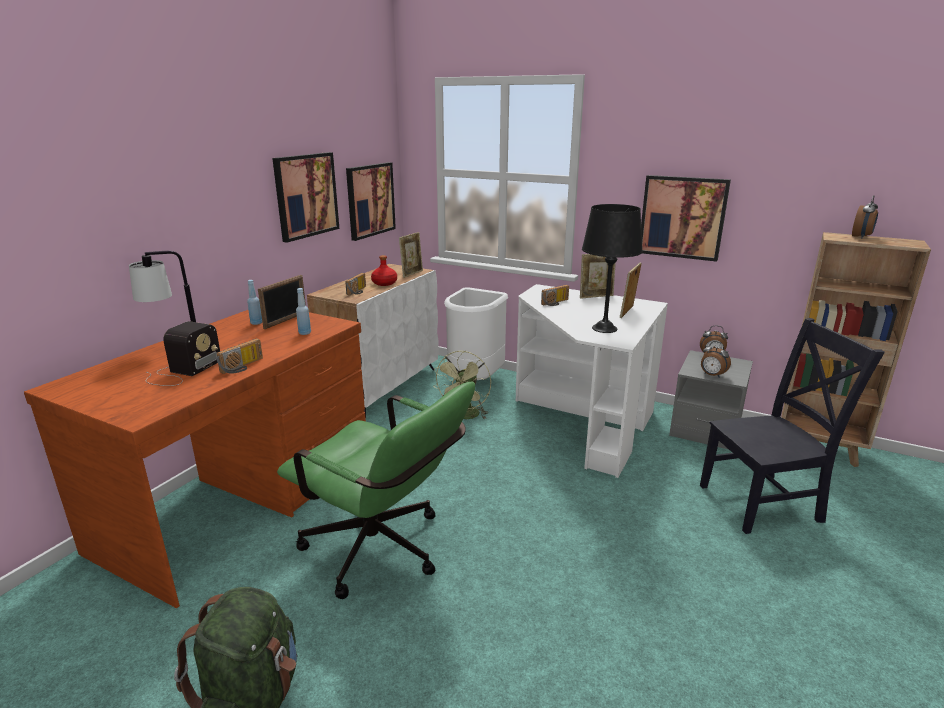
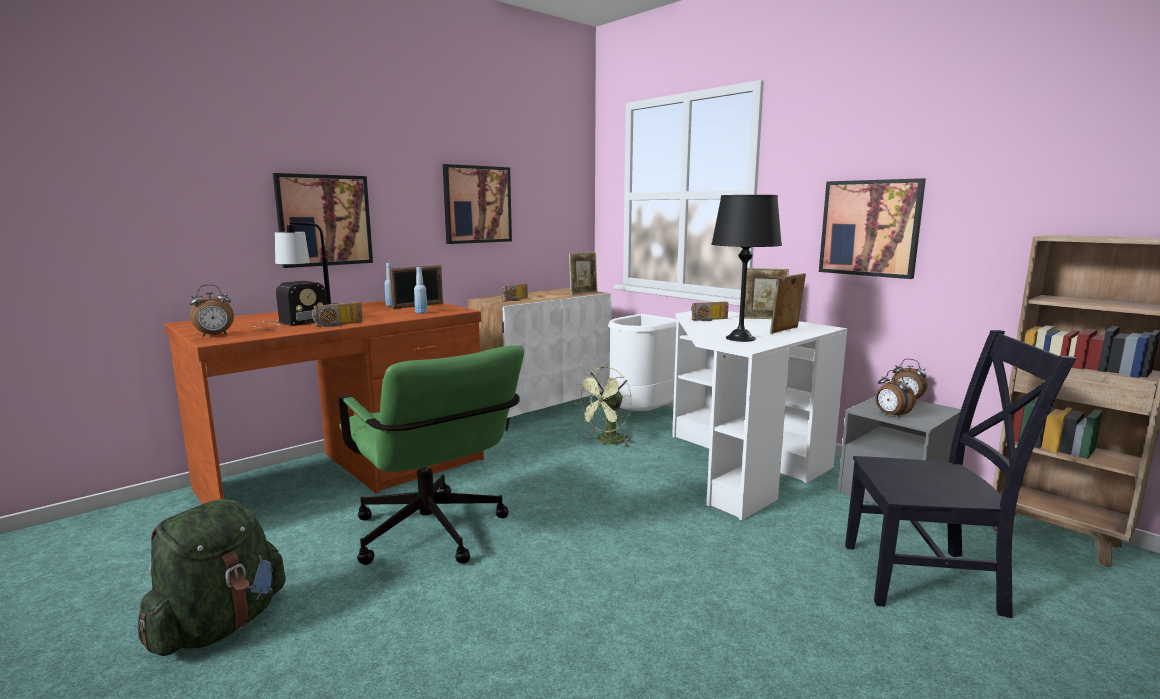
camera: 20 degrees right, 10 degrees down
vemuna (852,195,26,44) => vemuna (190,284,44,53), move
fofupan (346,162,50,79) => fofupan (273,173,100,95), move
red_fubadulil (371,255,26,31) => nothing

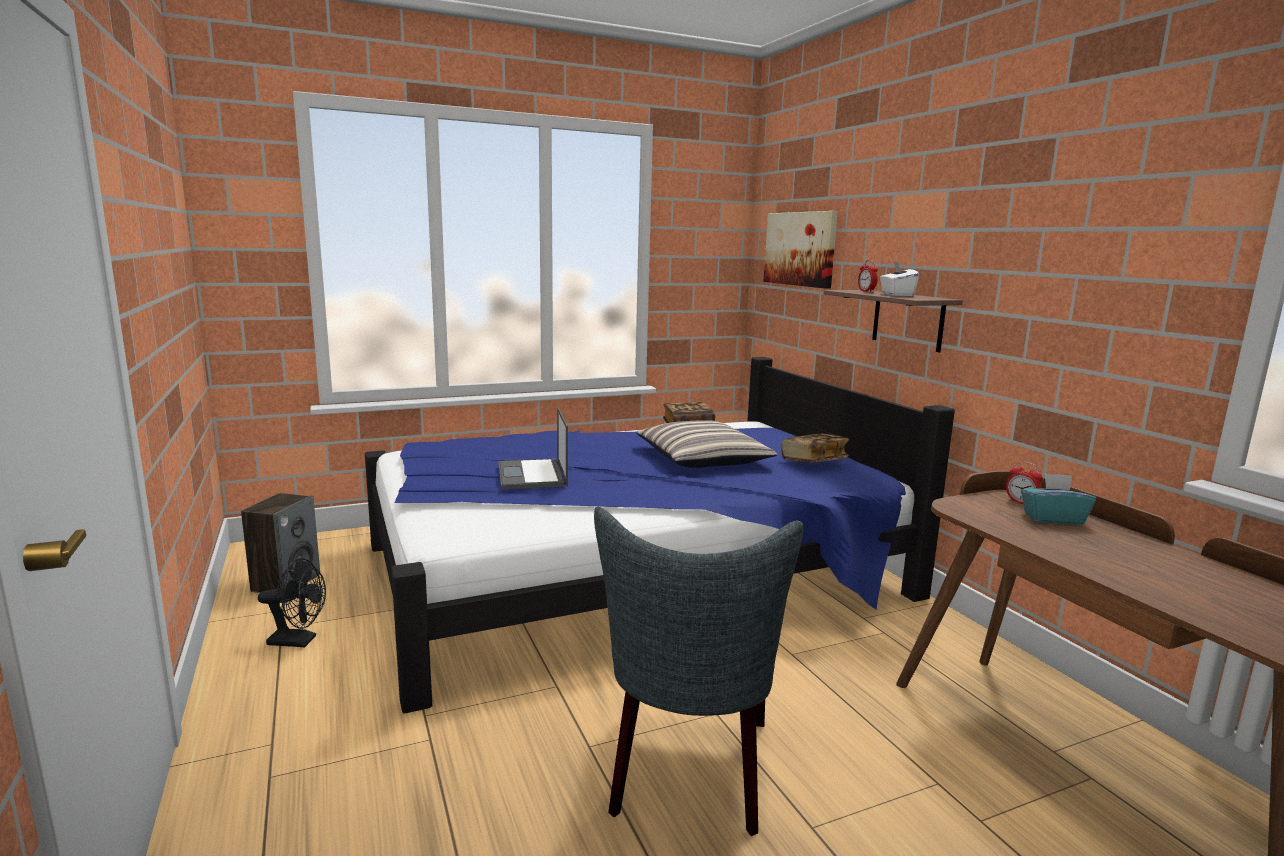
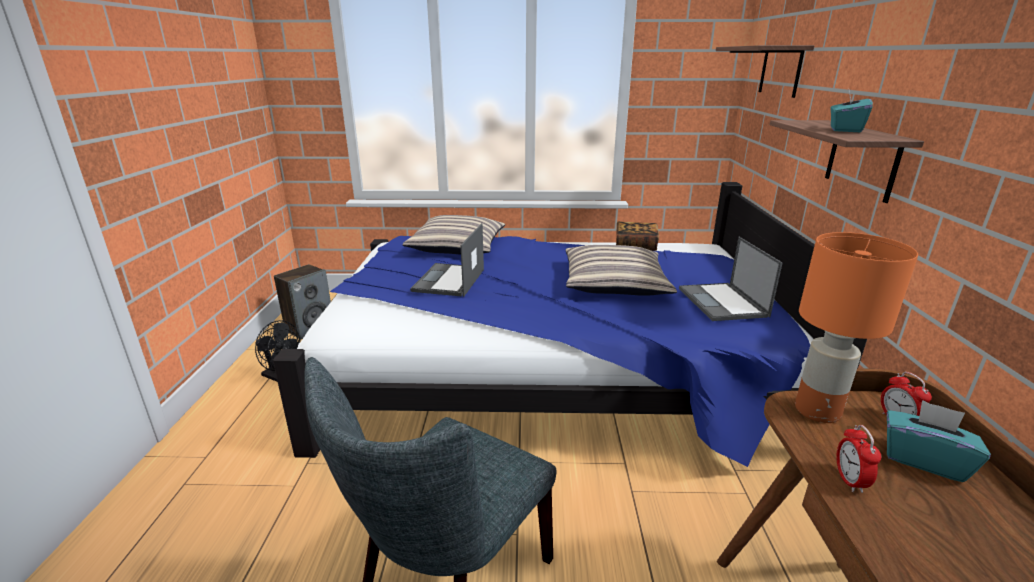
camera: 25 degrees right, 10 degrees up
nothing => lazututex (402,215,103,40)
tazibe (782,433,67,30) => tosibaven (679,237,103,84)
fofupan (764,211,74,78) => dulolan (716,45,98,53)
nothing => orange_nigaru (795,232,123,191)
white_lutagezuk (880,261,39,35) => turquoise_lutagezuk (830,90,43,42)
vemuna (858,260,20,32) => vemuna (836,425,45,68), move

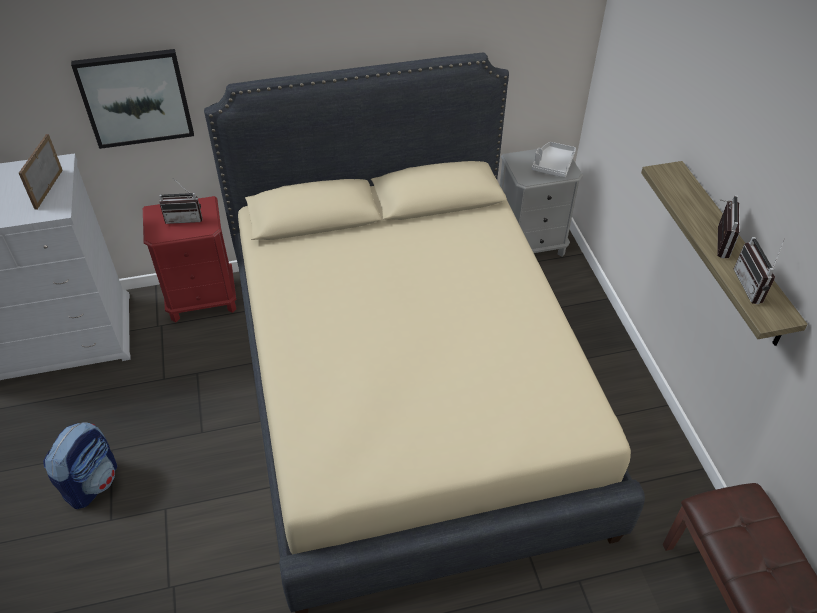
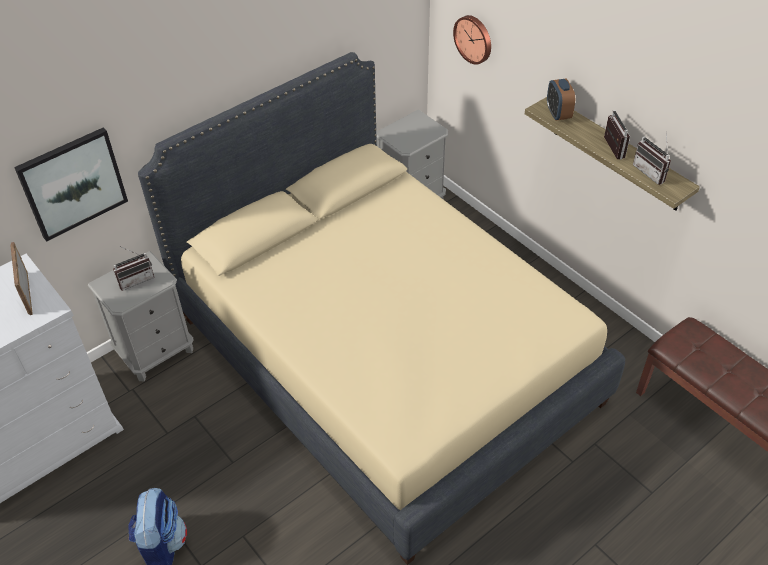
camera: 25 degrees left, 0 degrees up
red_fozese (143,196,93,126) => grey_fozese (88,251,106,130)
nothing => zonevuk (453,15,38,50)
nothing => vemuna (547,79,28,42)
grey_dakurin (532,142,44,35) => nothing

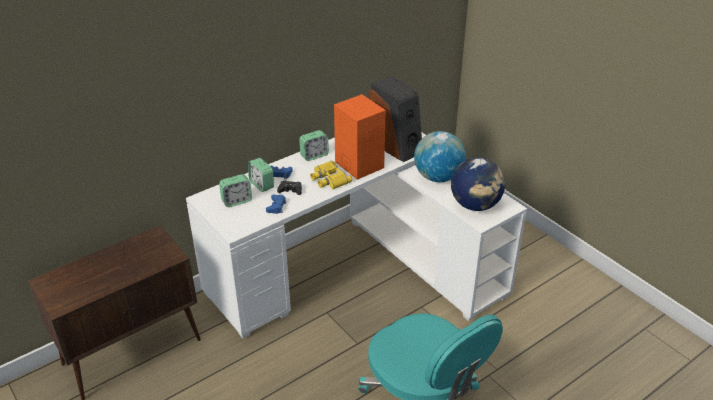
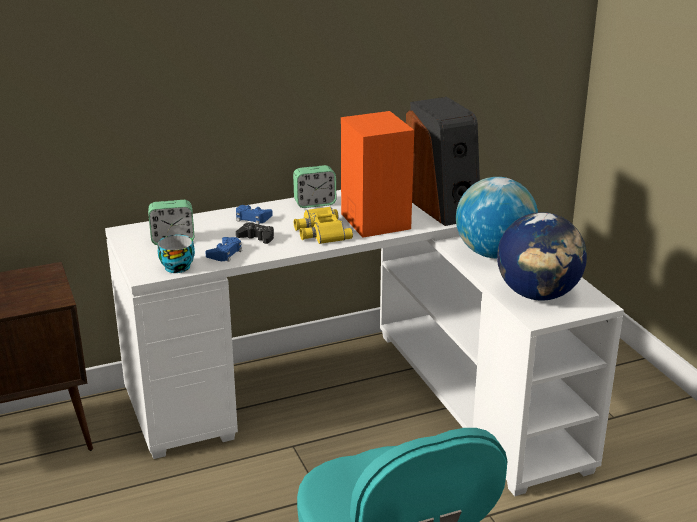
camera: 15 degrees right, 10 degrees down
nothing => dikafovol (158,235,37,38)
vemuna (248,158,26,34) => nothing

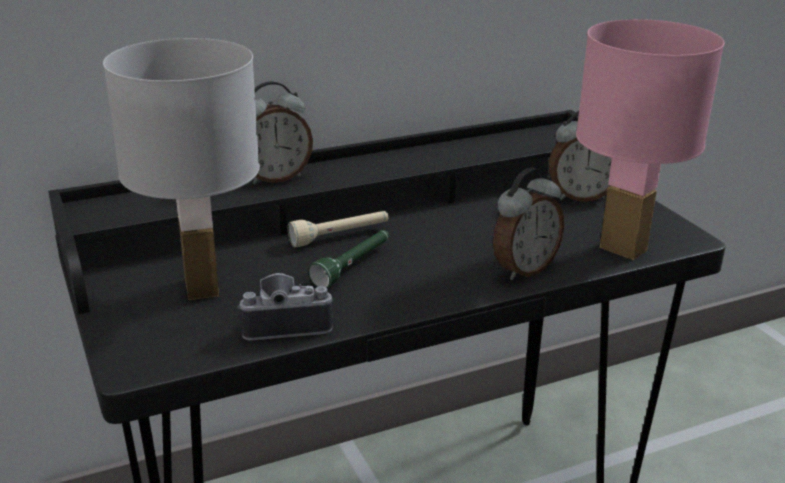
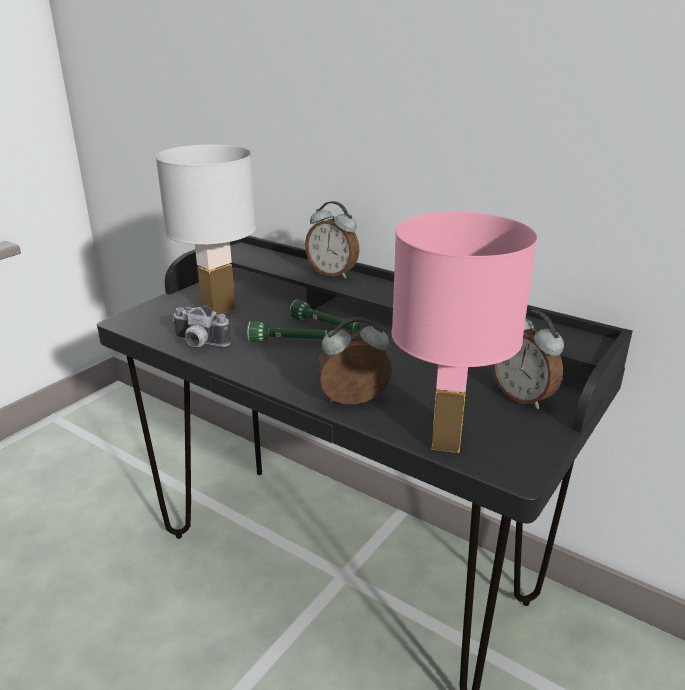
camera: 60 degrees right, 0 degrees up
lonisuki (238,273,95,68) => lonisuki (172,306,59,41), 150 degrees clockwise
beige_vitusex (288,211,100,36) => green_vitusex (289,300,71,31)
vemuna (493,168,72,113) => vemuna (317,317,75,87), 150 degrees clockwise

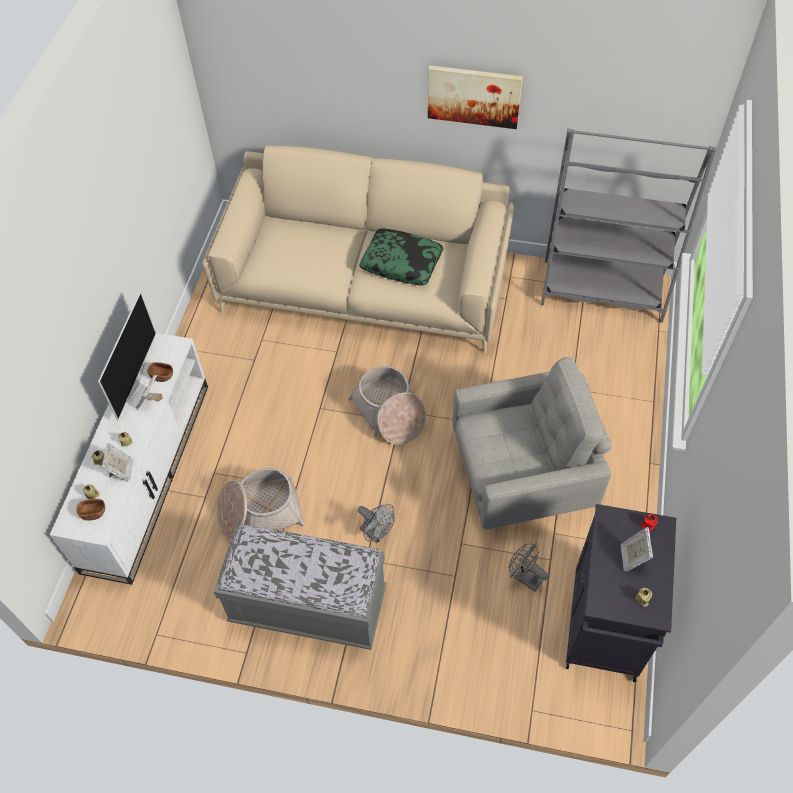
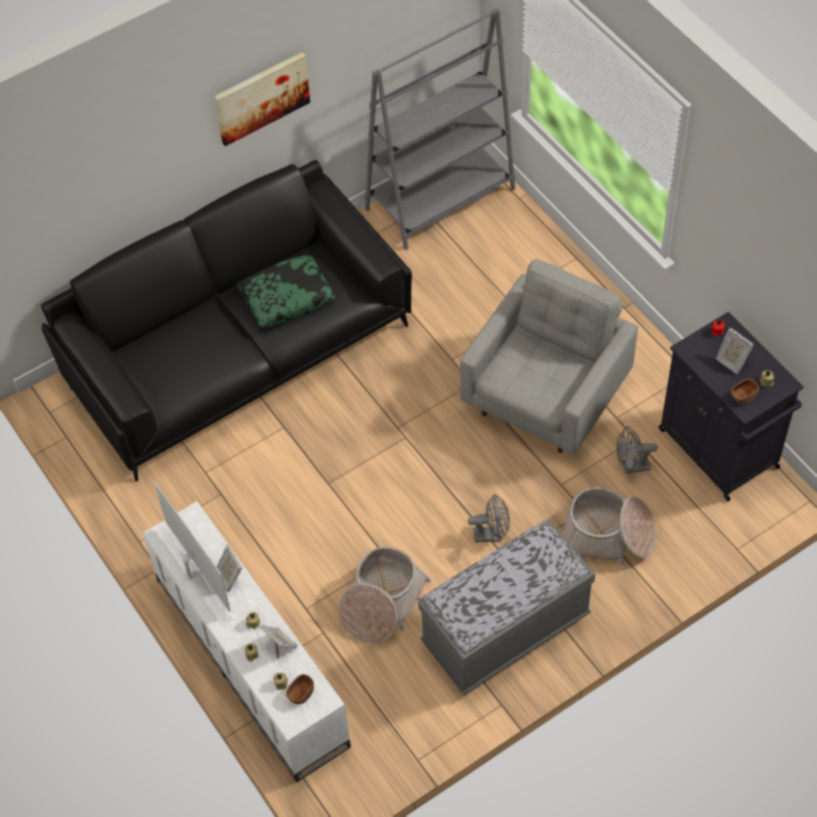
camera: 45 degrees left, 0 degrees up
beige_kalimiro (202,145,312,208) => black_kalimiro (41,160,371,321)
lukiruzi (348,366,78,79) => lukiruzi (563,487,93,79), move
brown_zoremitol (147,362,26,20) => brown_zoremitol (731,379,28,25), move

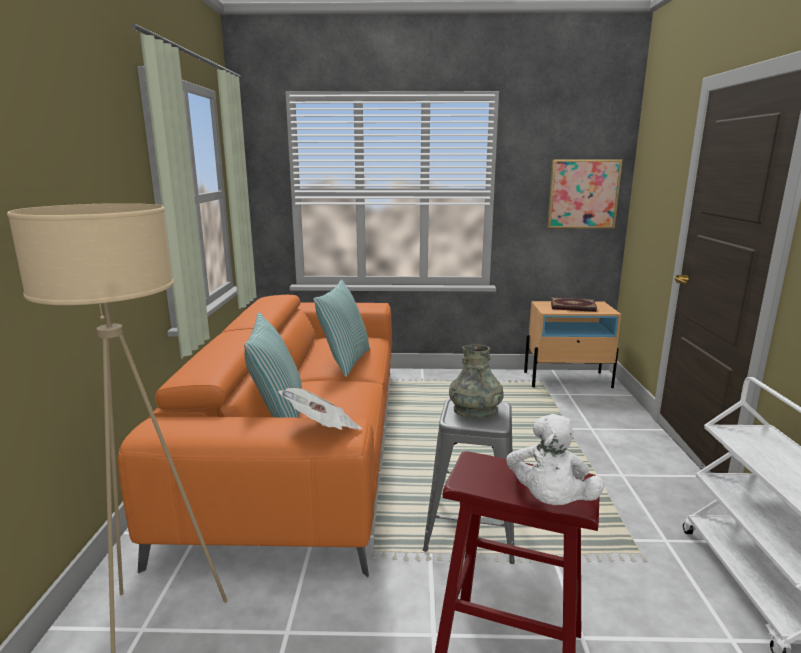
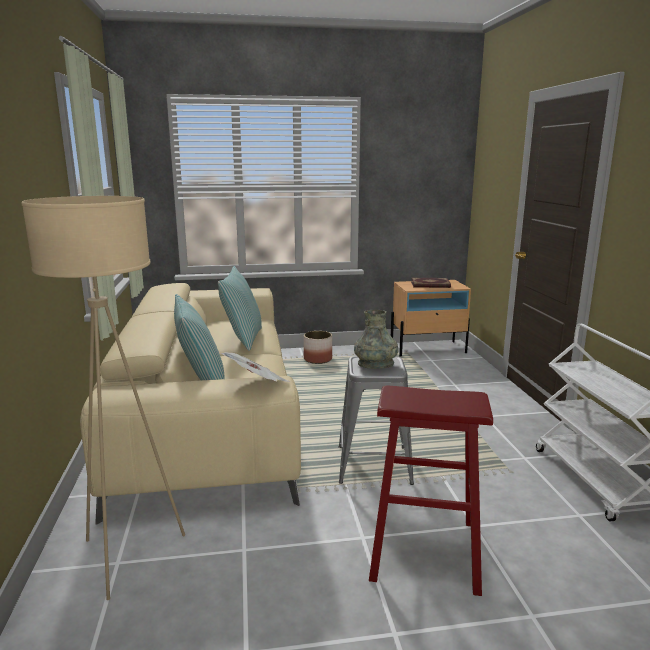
camera: 10 degrees left, 0 degrees up
orange_kalimiro (118,295,274,282) => beige_kalimiro (80,283,221,242)
nothing => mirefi (304,331,28,33)
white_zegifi (507,414,97,91) => nothing
fofupan (547,159,76,70) => nothing

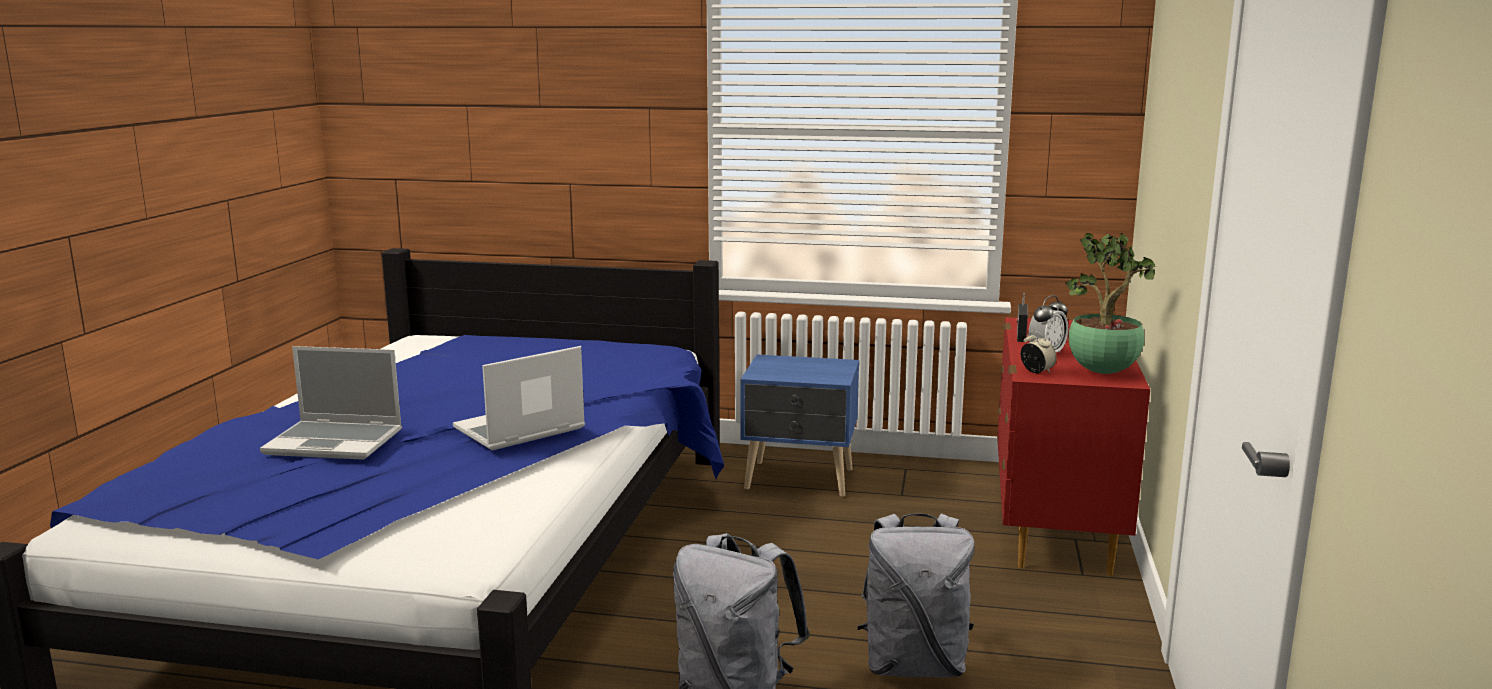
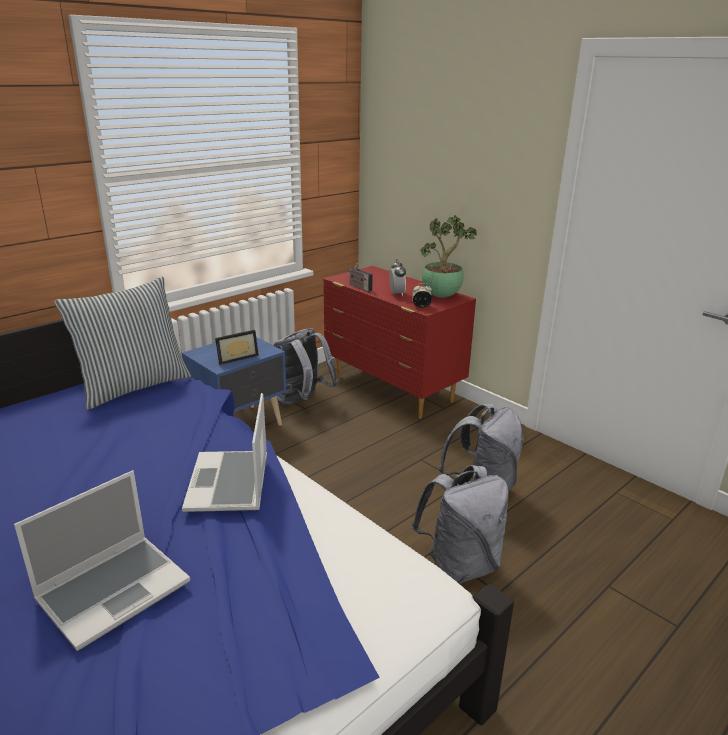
camera: 55 degrees left, 10 degrees up
nothing => lazututex (54,277,138,133)
nothing => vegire (215,330,44,35)
nothing => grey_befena (274,328,64,77)

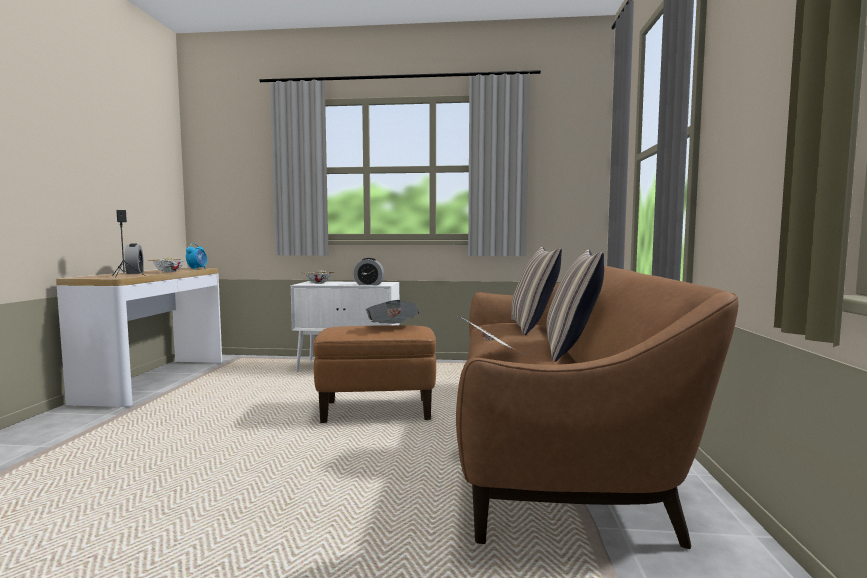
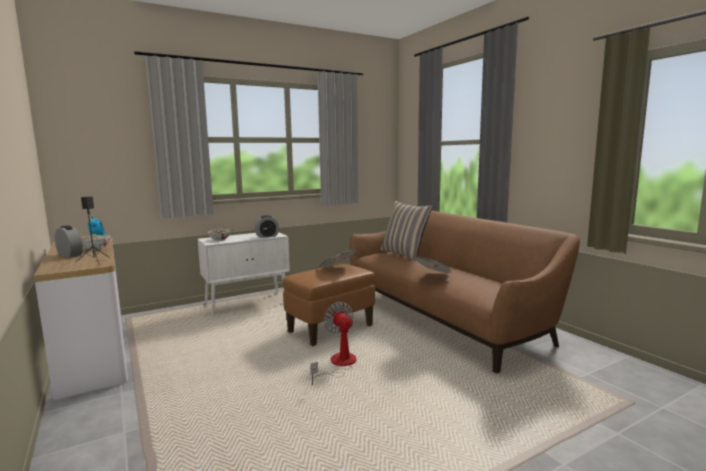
camera: 35 degrees left, 5 degrees up
nothing => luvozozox (310,302,47,83)
lazututex (546,250,58,112) => nothing

